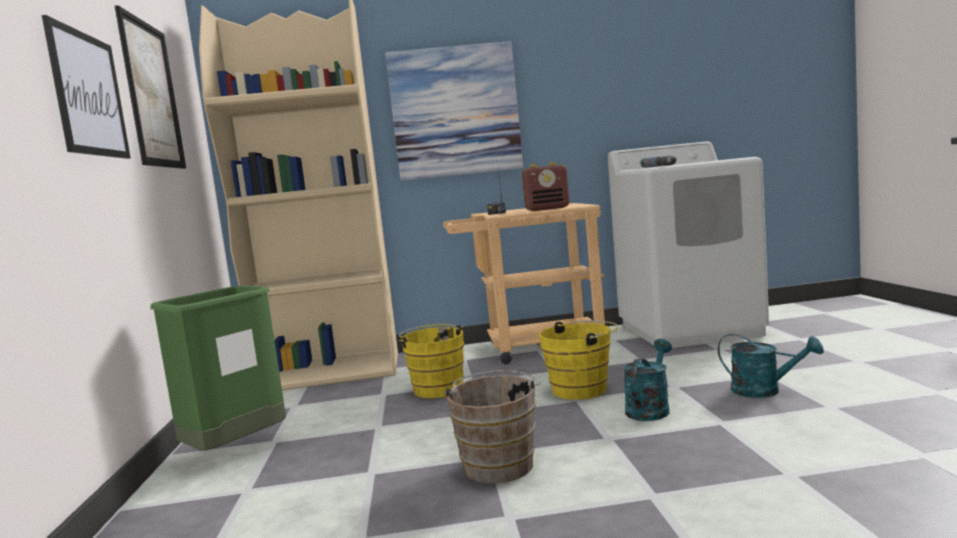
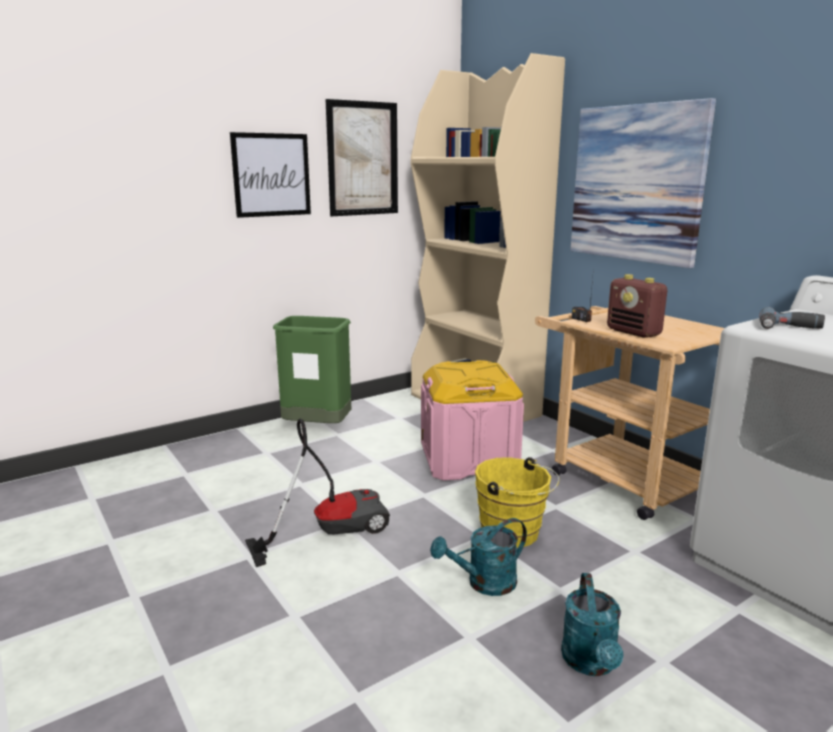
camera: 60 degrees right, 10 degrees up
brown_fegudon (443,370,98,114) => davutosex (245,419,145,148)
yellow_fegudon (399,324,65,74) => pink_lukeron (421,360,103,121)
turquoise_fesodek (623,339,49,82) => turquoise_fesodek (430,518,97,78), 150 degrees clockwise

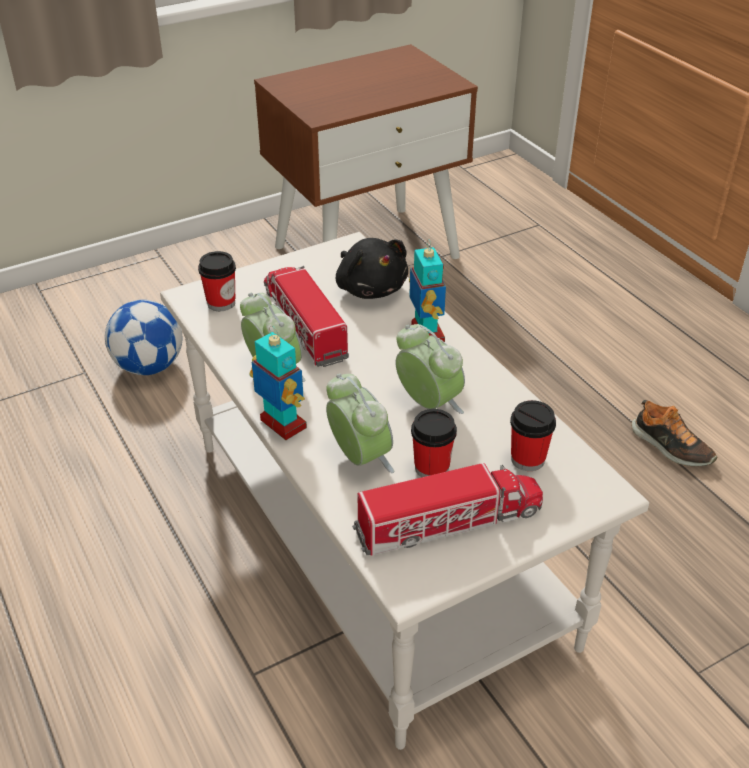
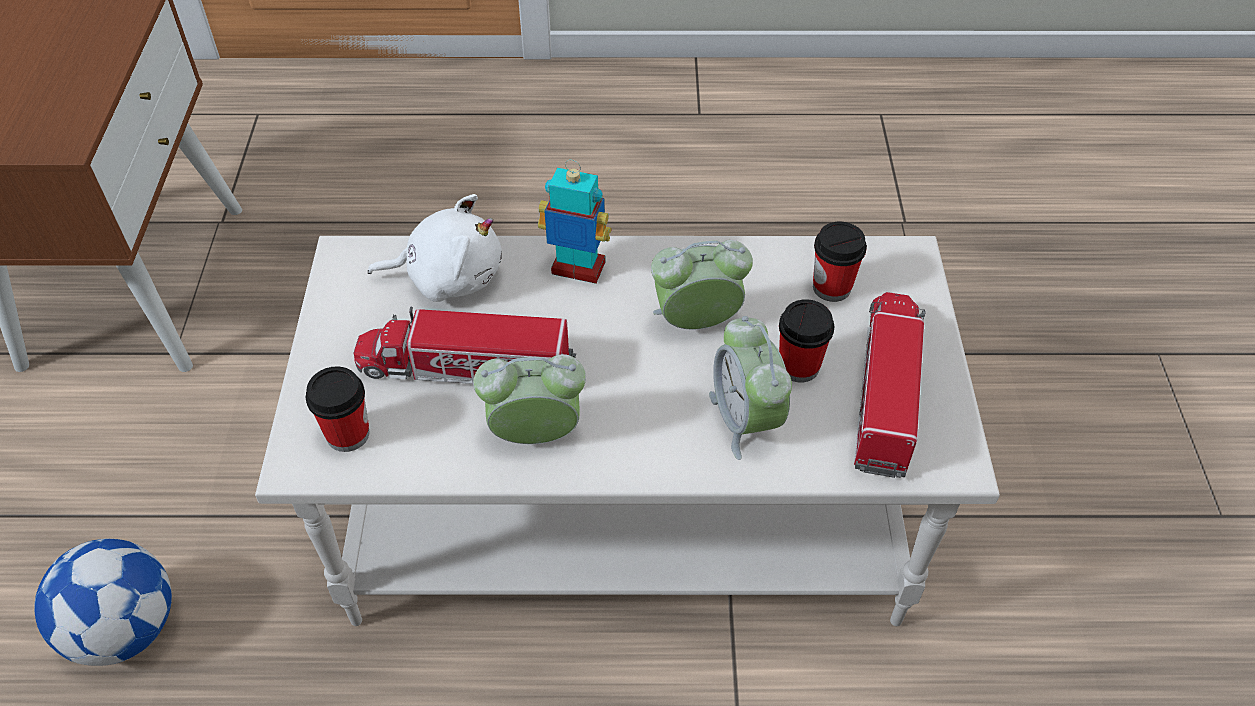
camera: 60 degrees left, 10 degrees up
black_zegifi (336,238,72,61) => white_zegifi (368,194,134,108)
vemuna (326,373,68,100) => vemuna (709,316,83,144), 105 degrees counterclockwise
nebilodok (250,326,57,114) => nothing
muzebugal (631,400,86,66) => nothing

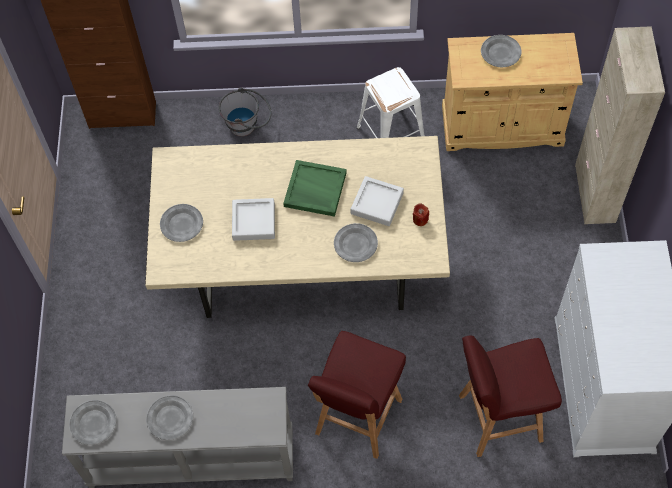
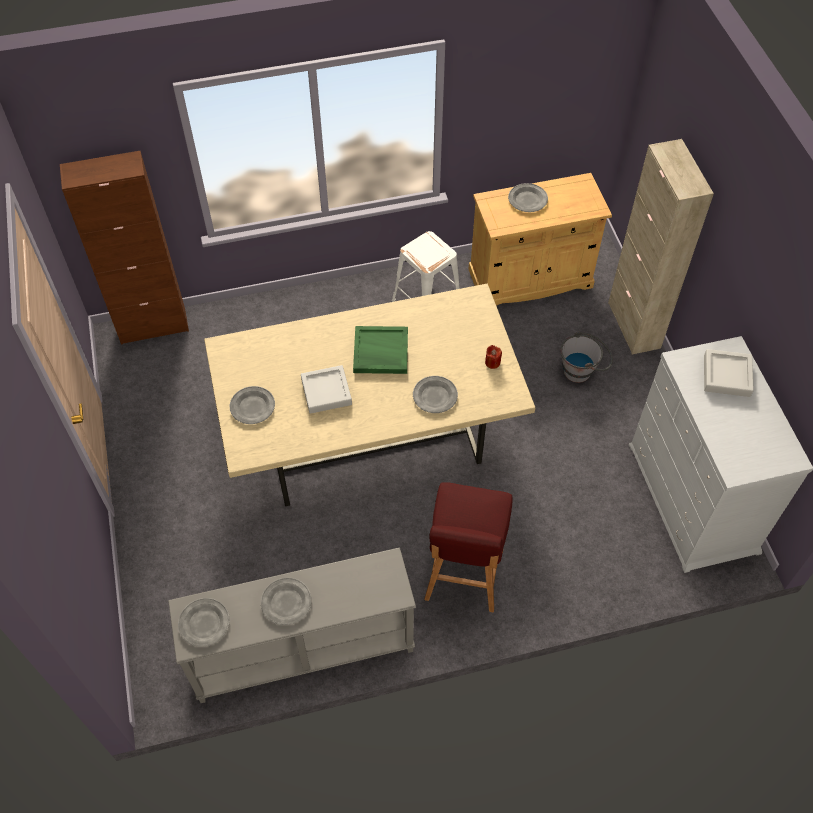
camera: 15 degrees left, 5 degrees down
grey_fegudon (218,87,53,49) => grey_fegudon (560,331,53,52), move
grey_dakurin (351,176,53,50) => grey_dakurin (704,349,50,48), move
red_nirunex (459,336,103,121) => nothing

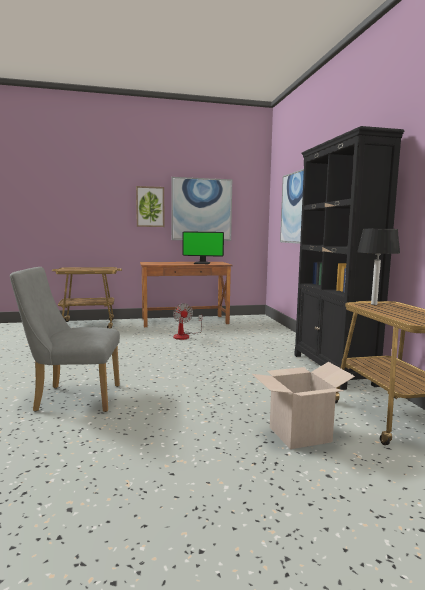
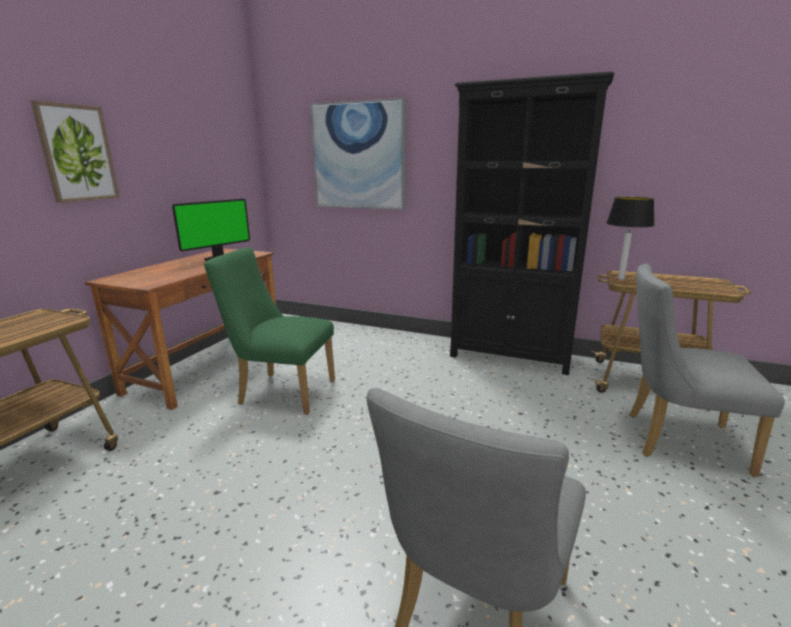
camera: 55 degrees left, 10 degrees up
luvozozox (173,303,29,37) => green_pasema (204,247,131,168)
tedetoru (252,362,103,87) => grey_pasema (630,263,155,214)
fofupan (171,177,61,64) => nothing

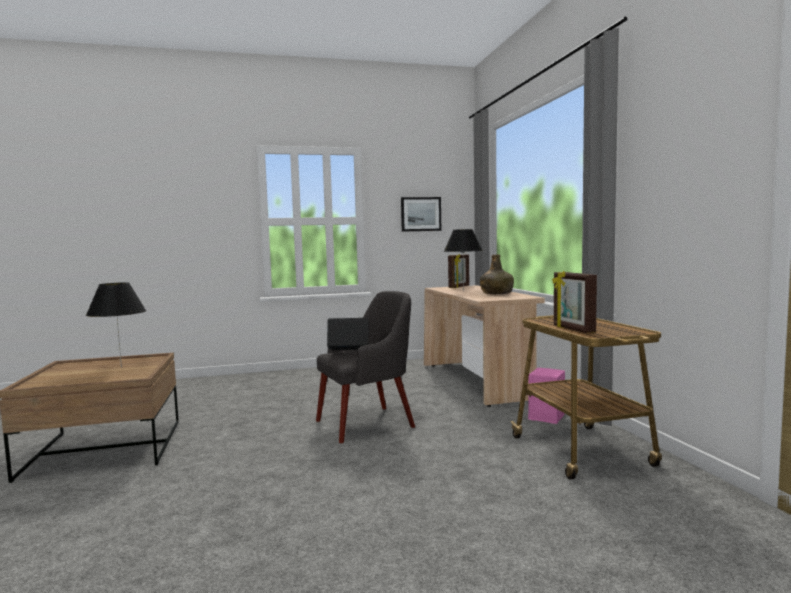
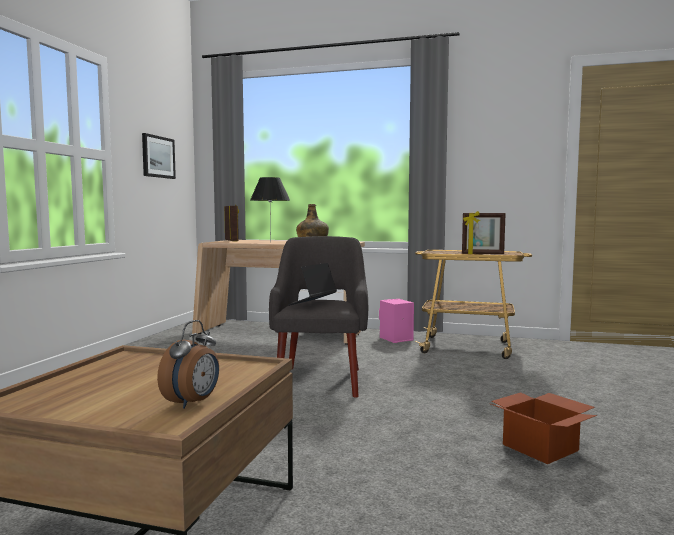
camera: 60 degrees left, 0 degrees up
nothing => vemuna (157,320,62,89)
nothing => tedetoru (491,392,106,72)
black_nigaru (86,282,60,86) => nothing

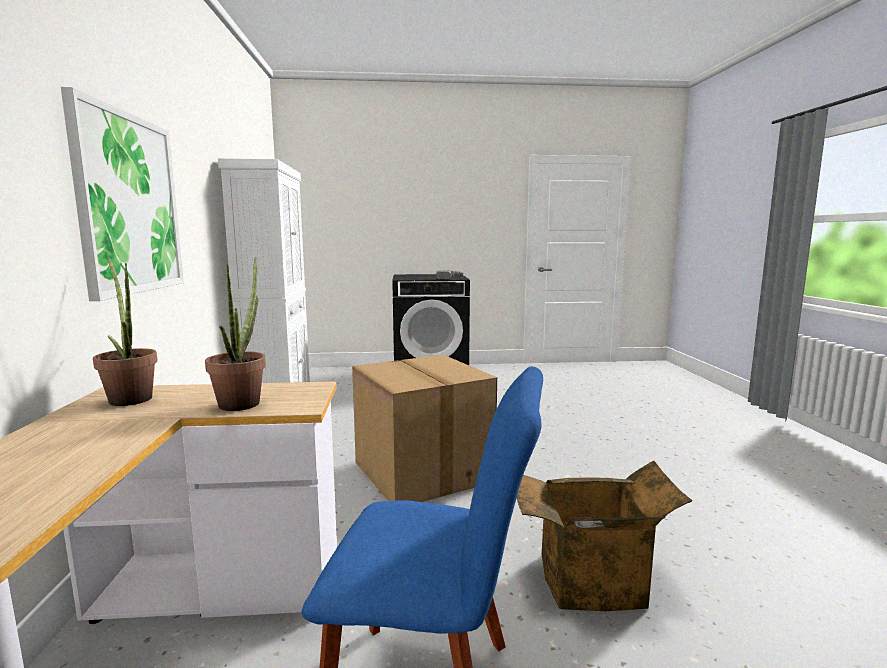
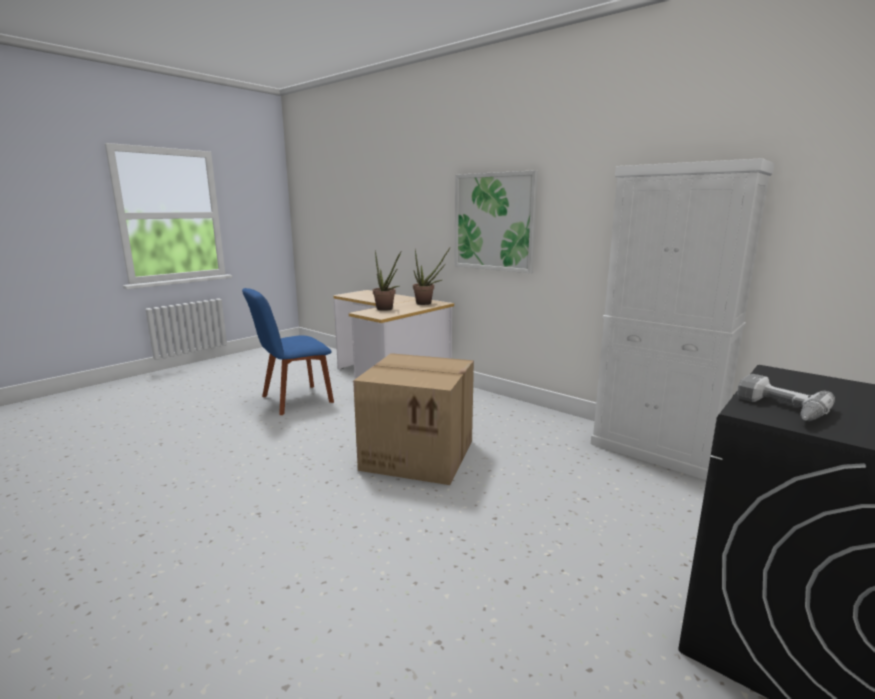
camera: 135 degrees right, 5 degrees up
tedetoru (517,461,175,150) => nothing

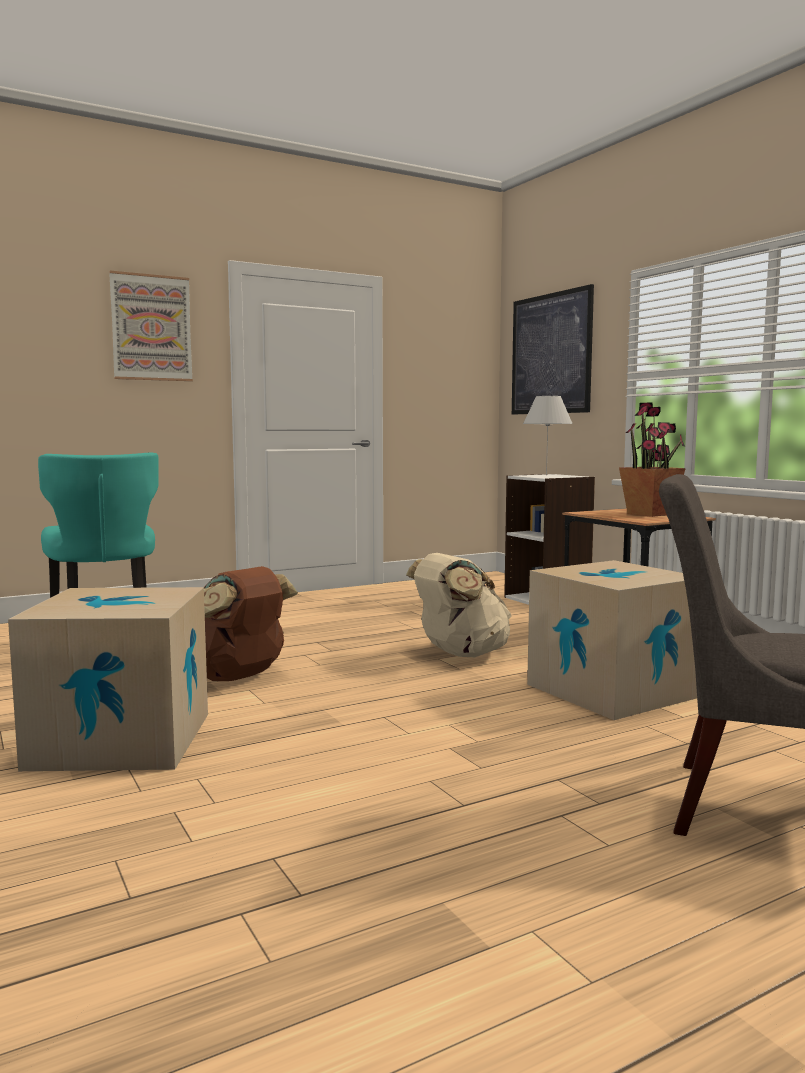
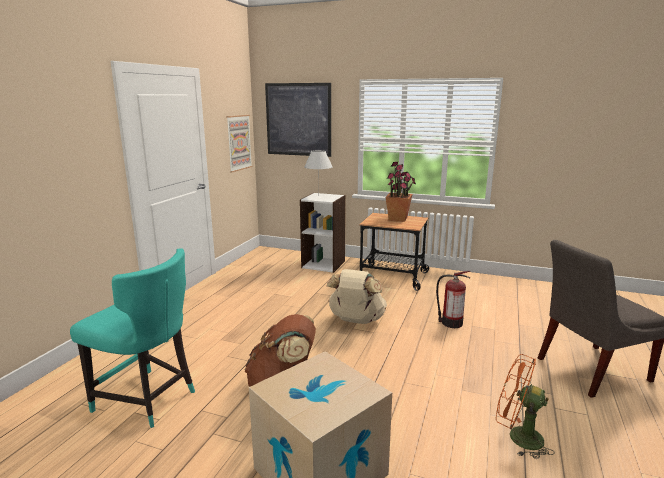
camera: 40 degrees left, 10 degrees up
fofupan (109,271,84,110) => fofupan (226,115,26,57), move
tedetoru (527,560,170,160) => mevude (436,271,34,57)
nothing => orange_luvozozox (496,354,59,105)

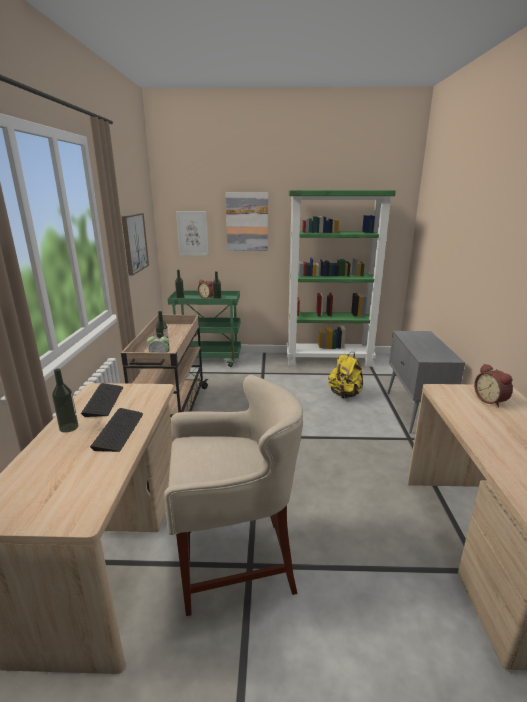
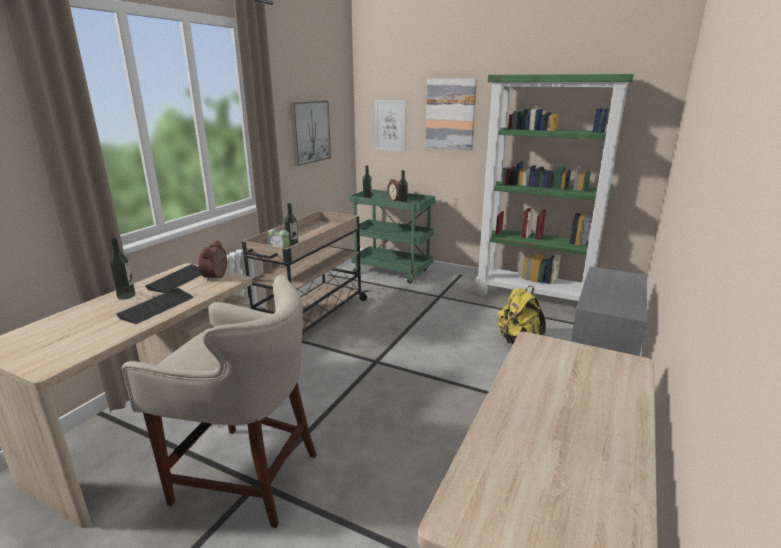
camera: 25 degrees right, 0 degrees up
vemuna (474,364,39,43) => vemuna (198,240,30,41), move

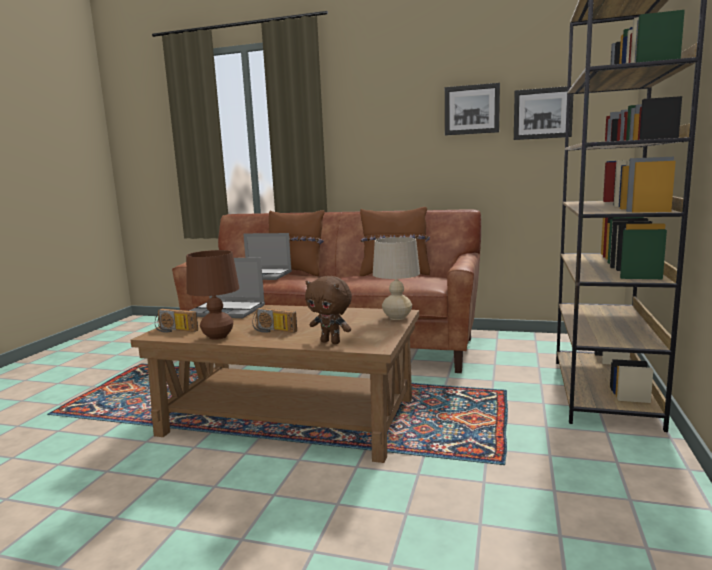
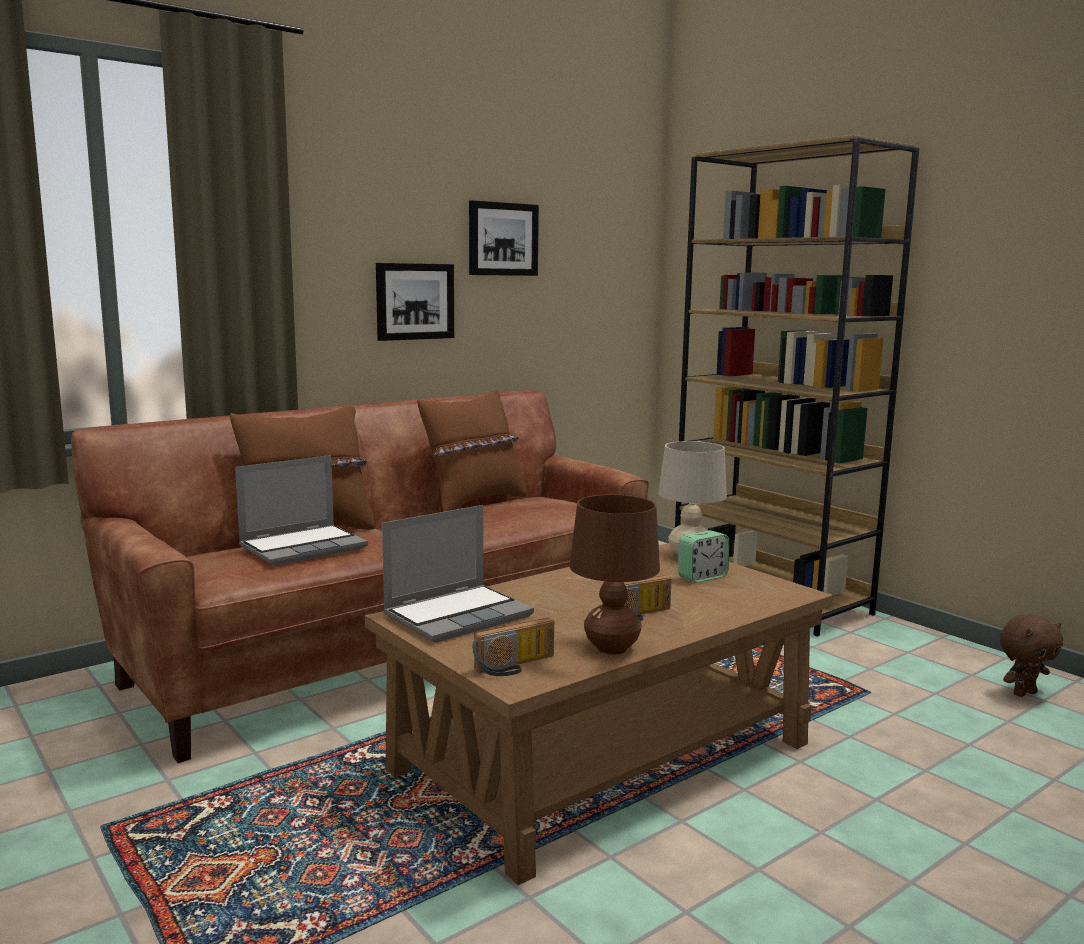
camera: 55 degrees left, 0 degrees up
fofupan (514,86,59,54) => fofupan (376,263,78,78), move
nothing => vemuna (678,530,51,53)
brown_zegifi (305,276,47,68) => brown_zegifi (1000,614,63,83), move

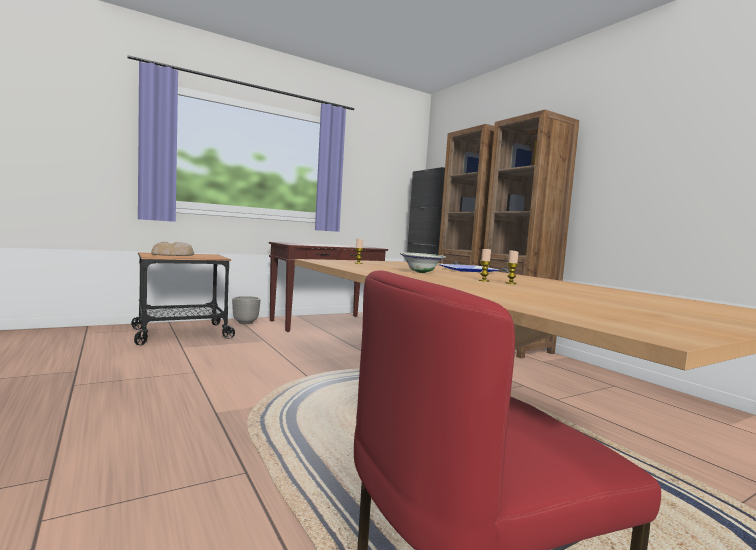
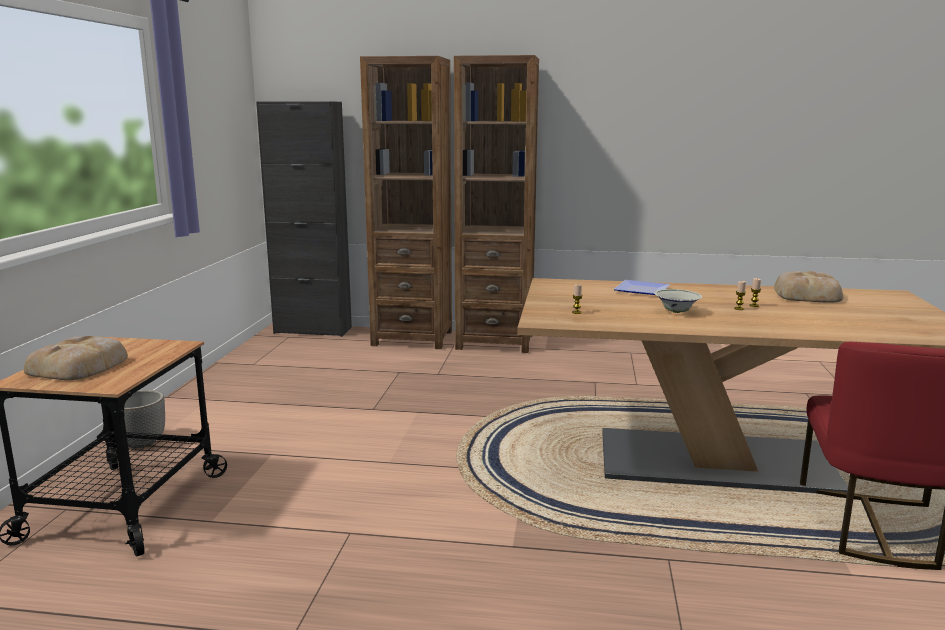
camera: 50 degrees left, 10 degrees up
nothing => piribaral (774,271,69,32)
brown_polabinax (269,242,119,90) => nothing

